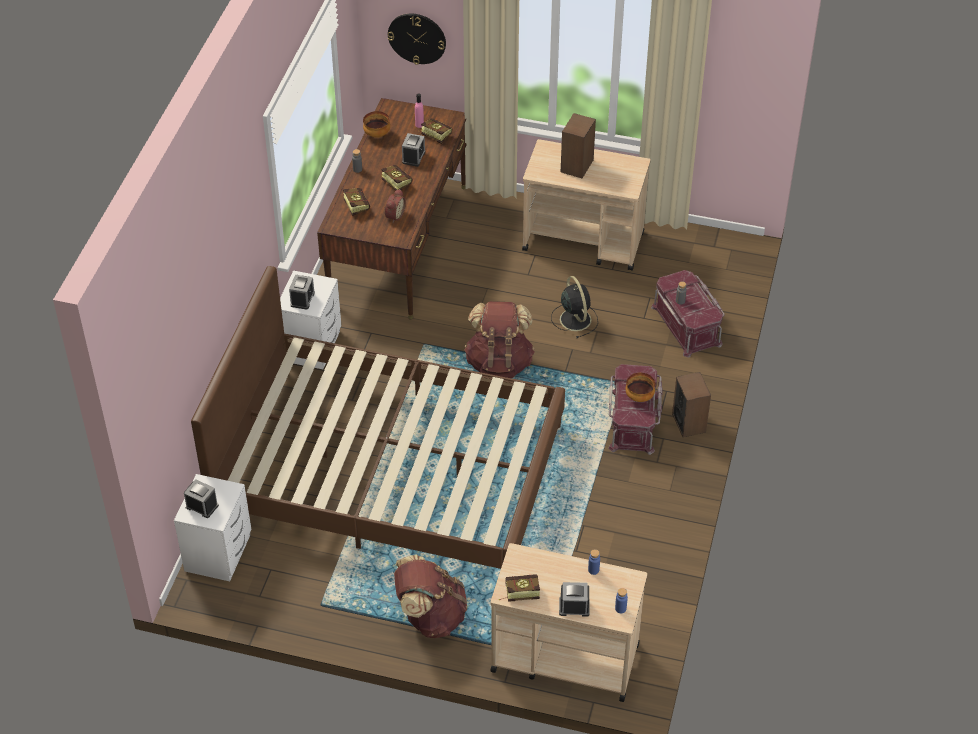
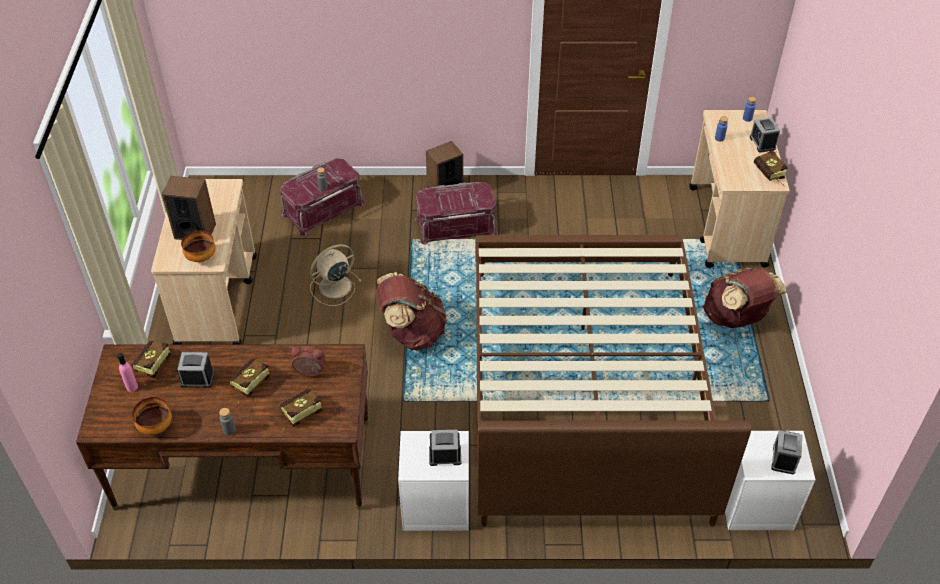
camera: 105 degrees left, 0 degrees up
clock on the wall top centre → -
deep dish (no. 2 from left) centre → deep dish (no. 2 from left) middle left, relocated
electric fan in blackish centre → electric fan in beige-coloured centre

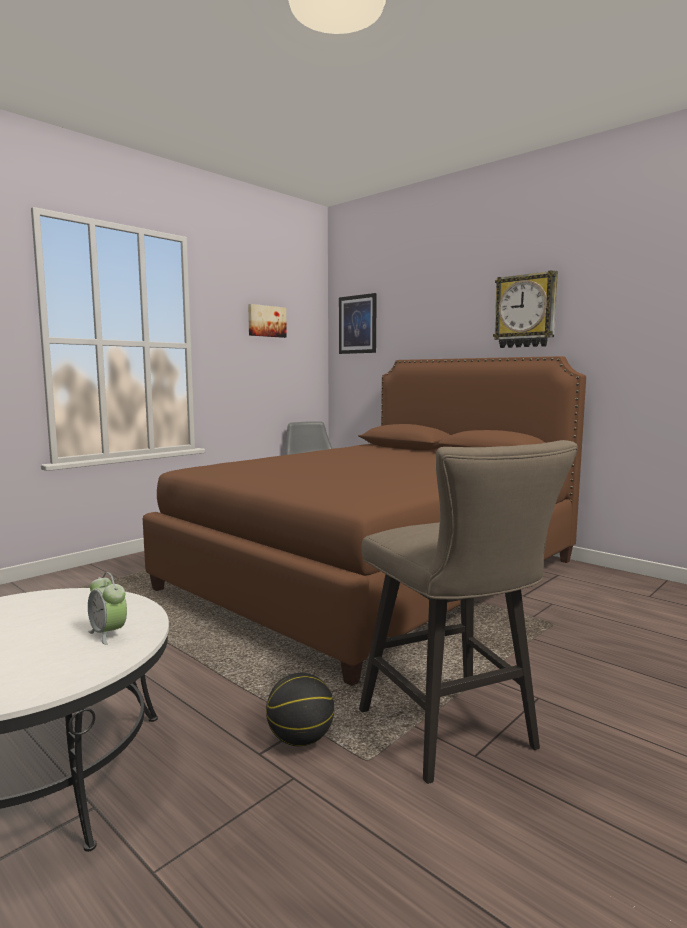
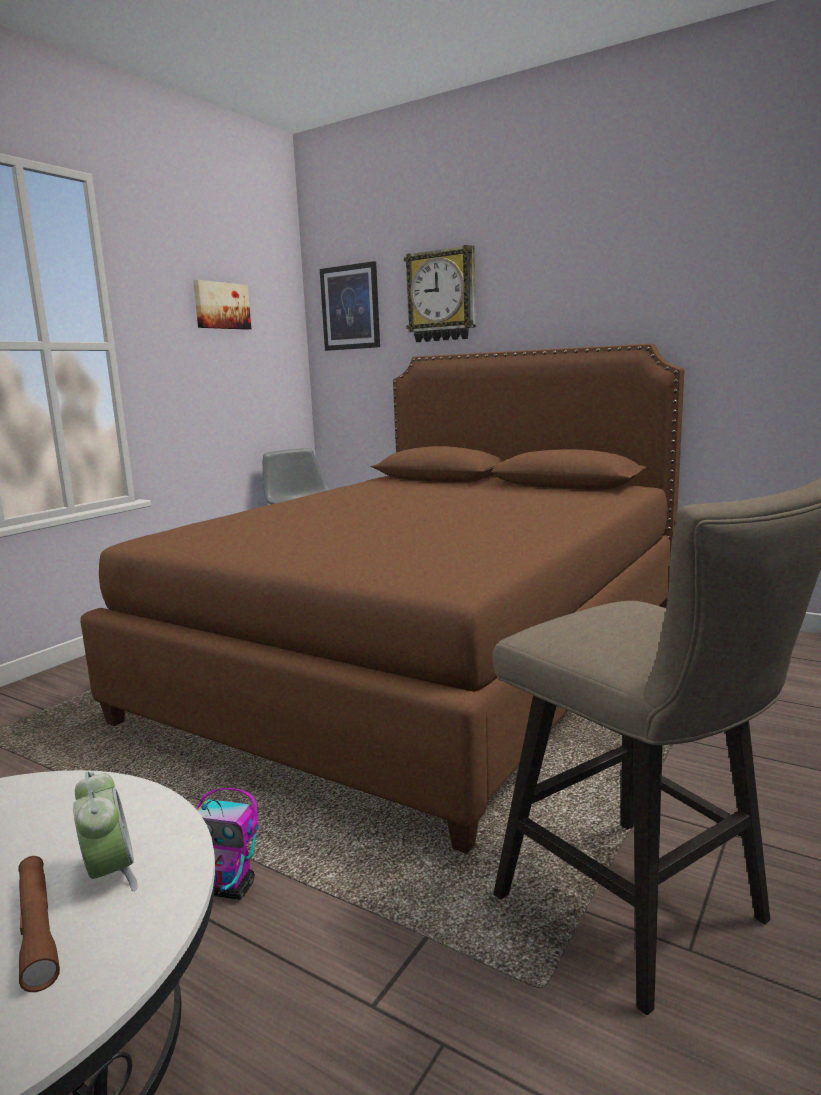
camera: 10 degrees left, 5 degrees up
basketball bottom centre → -
- → torch in brown bottom left
- → toy robot bottom left
clock on the wall top right → clock on the wall top centre, relocated
bedside clock middle left → bedside clock bottom left, 150 degrees counterclockwise

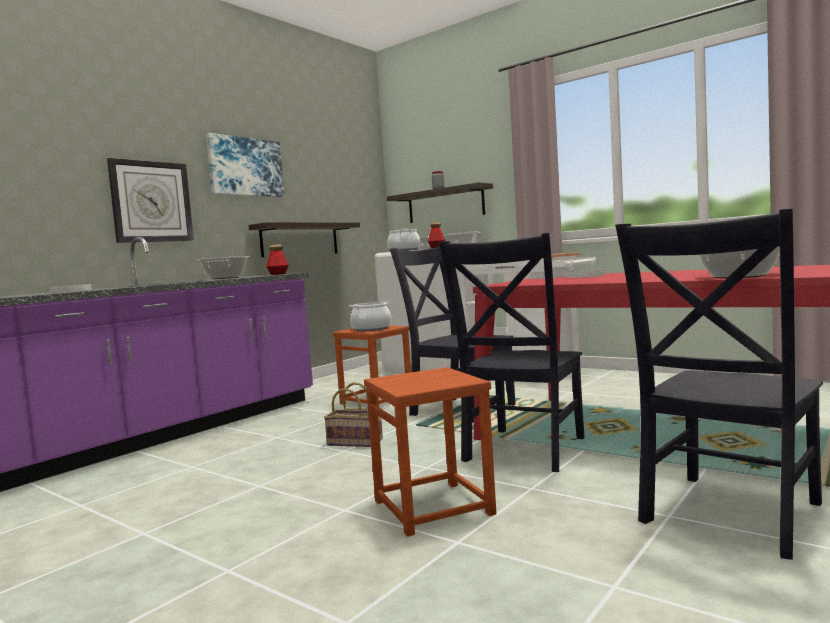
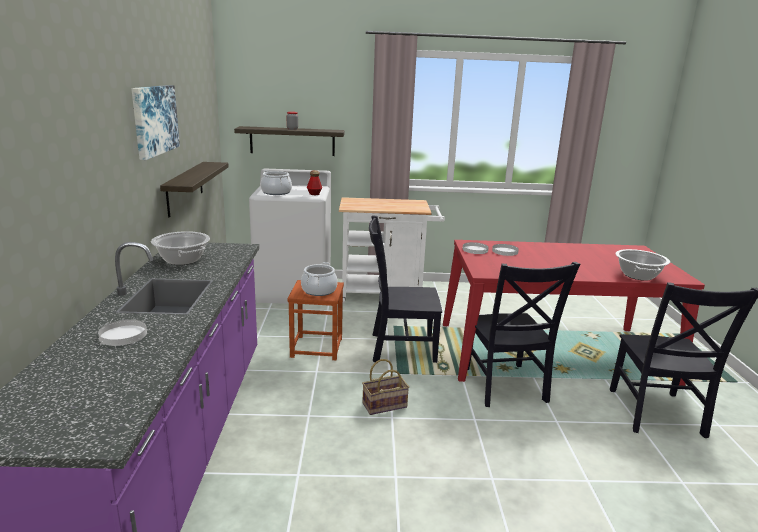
camera: 40 degrees left, 15 degrees up
clock on the wall top left → -
drink bottle (no. 1 from left) centre → -
stool in brown (no. 2 from left) bottom centre → -

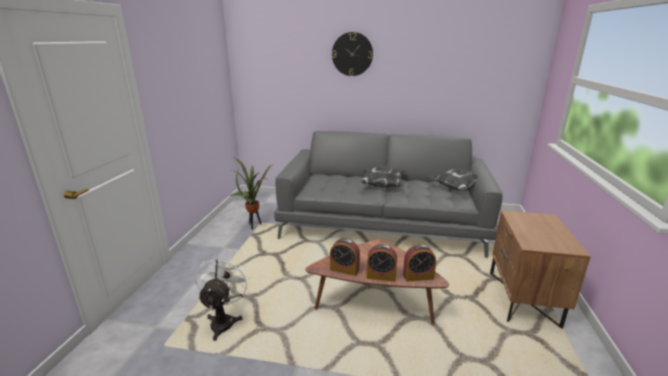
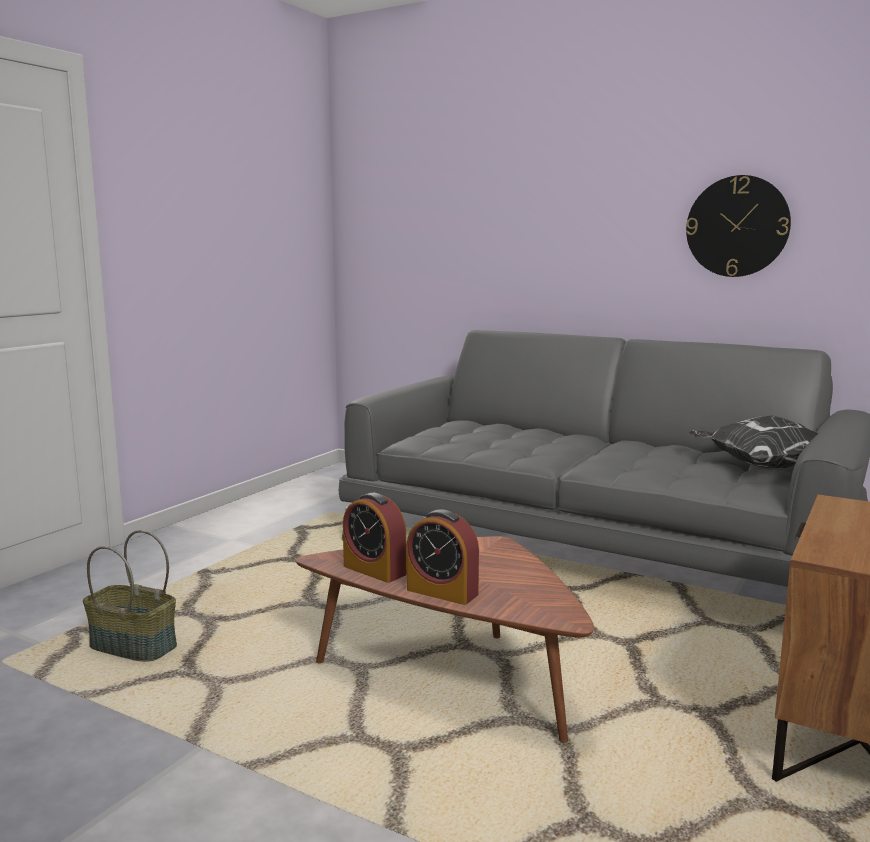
camera: 20 degrees right, 10 degrees down
potted plant centre → -
cushion (no. 1 from left) centre → -
bedside clock (no. 3 from left) bottom centre → -
clock on the wall top centre → clock on the wall top right, relocated
electric fan in white-coloured bottom left → household basket bottom left

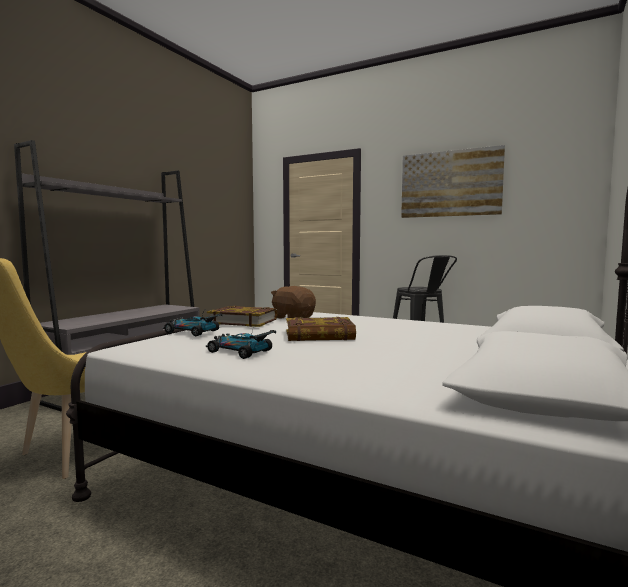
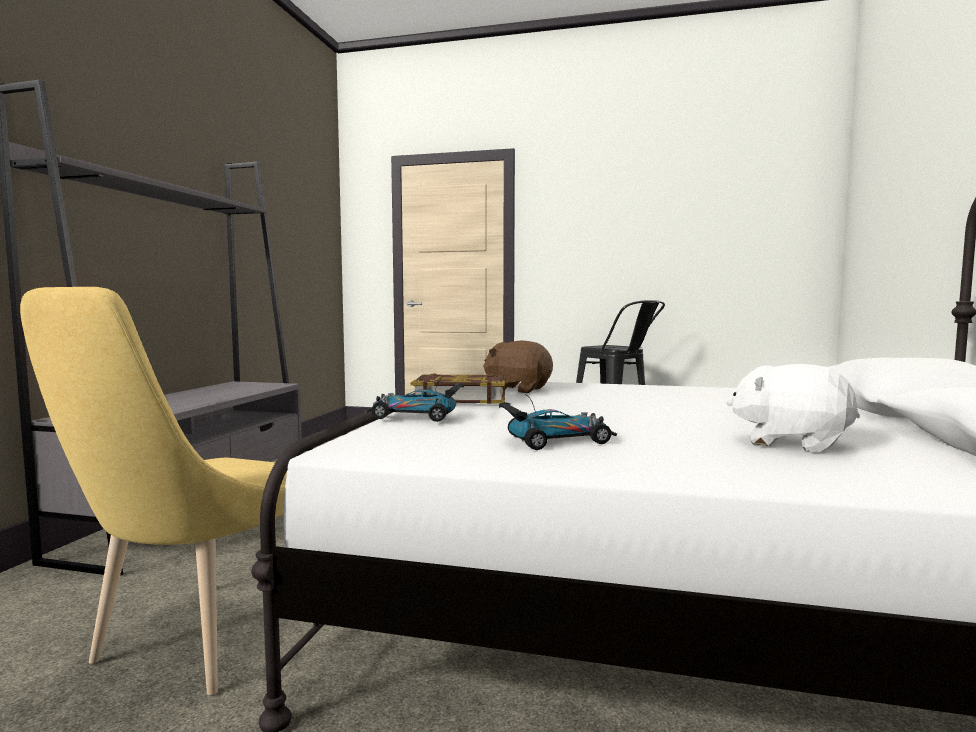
camera: 15 degrees left, 0 degrees up
bound book (no. 2 from left) centre → -
wall art top right → -
- → soft toy in white-coloured middle right
model car (no. 2 from left) centre, 150 degrees clockwise

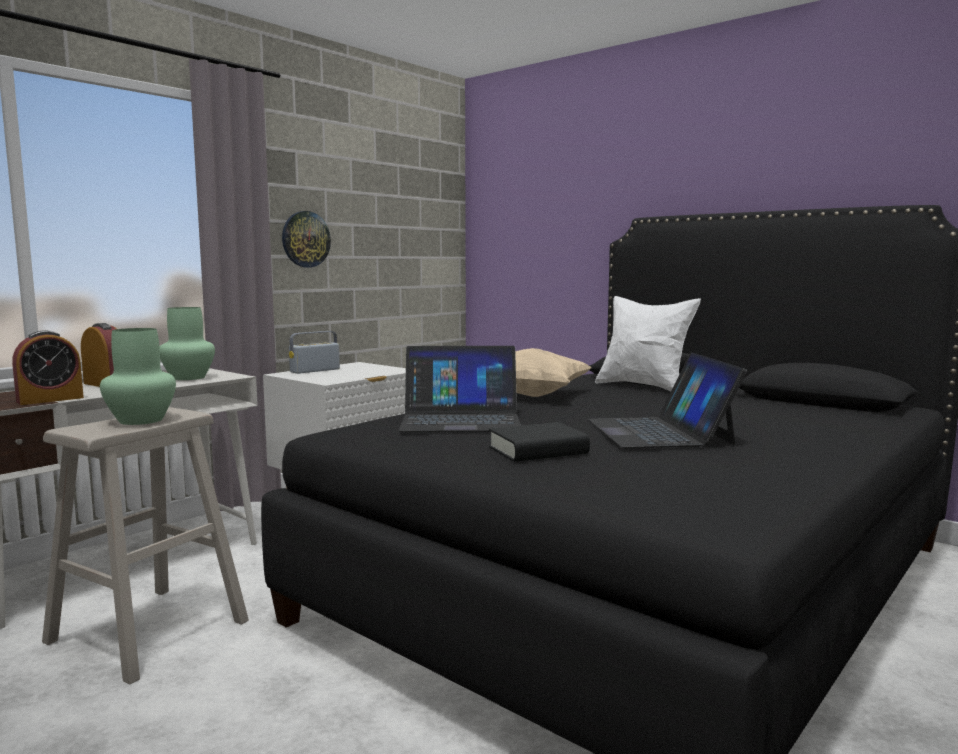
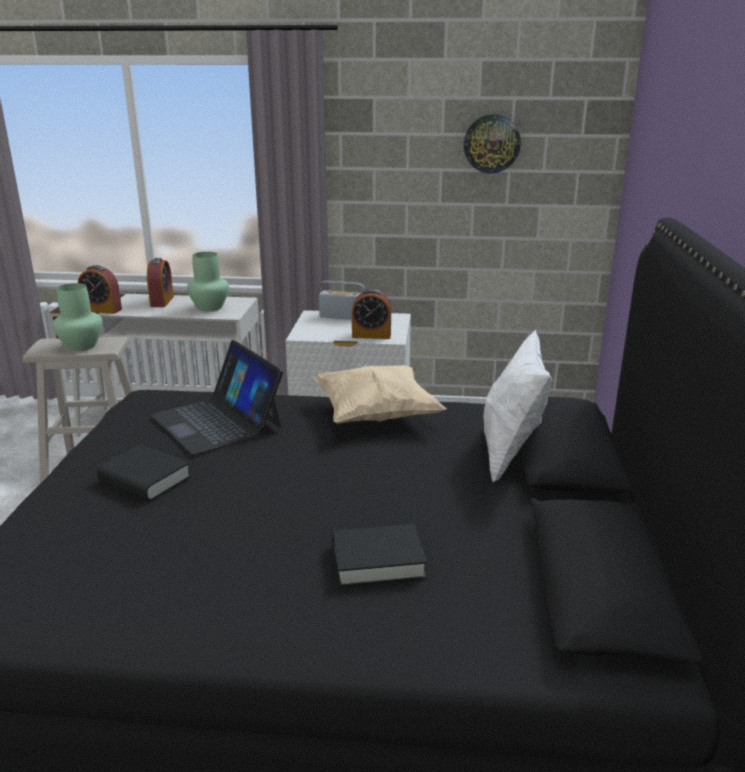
camera: 55 degrees right, 15 degrees up
portable computer (no. 2 from left) middle right → -
- → bound book in blackish (no. 2 from left) bottom centre
- → bedside clock (no. 3 from left) centre
clock on the wall top left → clock on the wall top centre, relocated

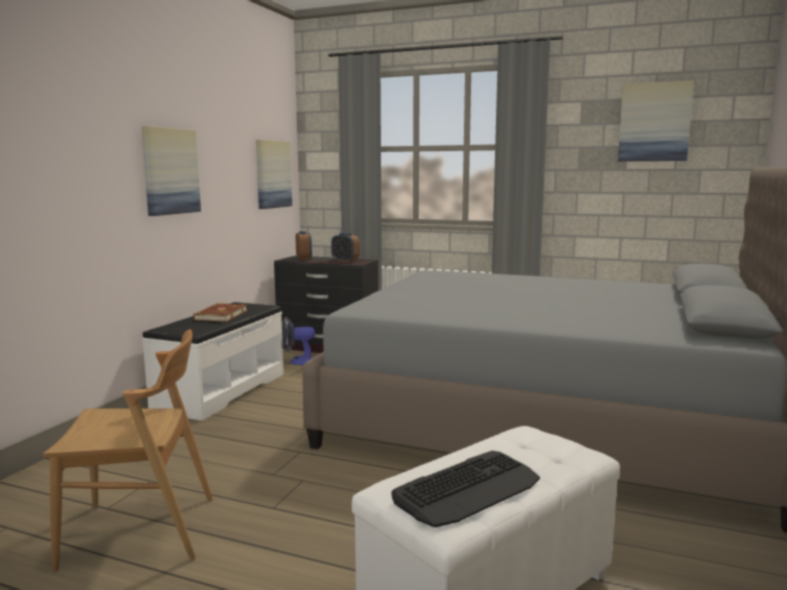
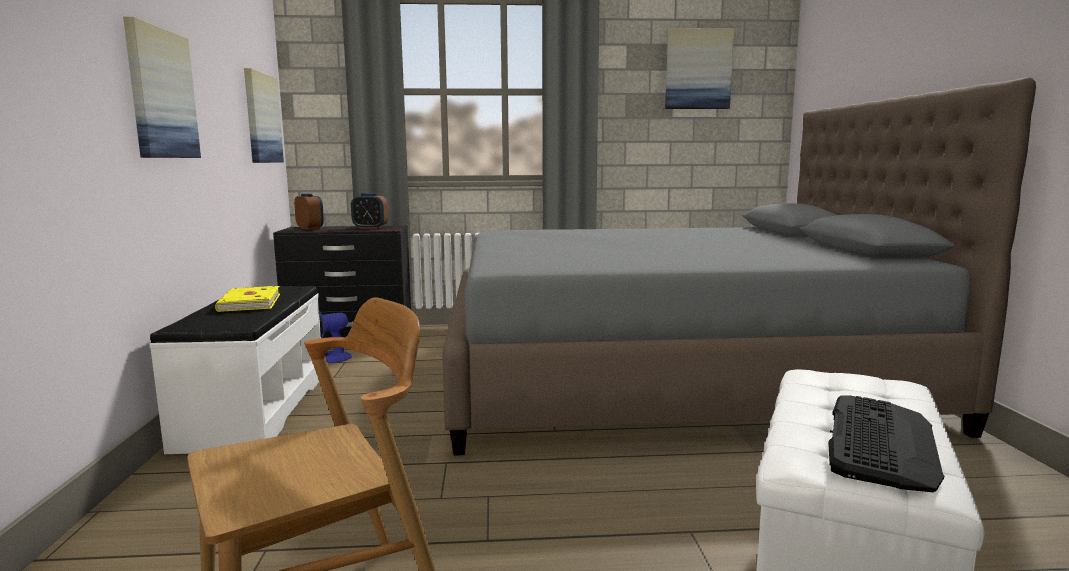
camera: 25 degrees left, 0 degrees up
bound book in brown middle left → bound book in yellow-coloured middle left

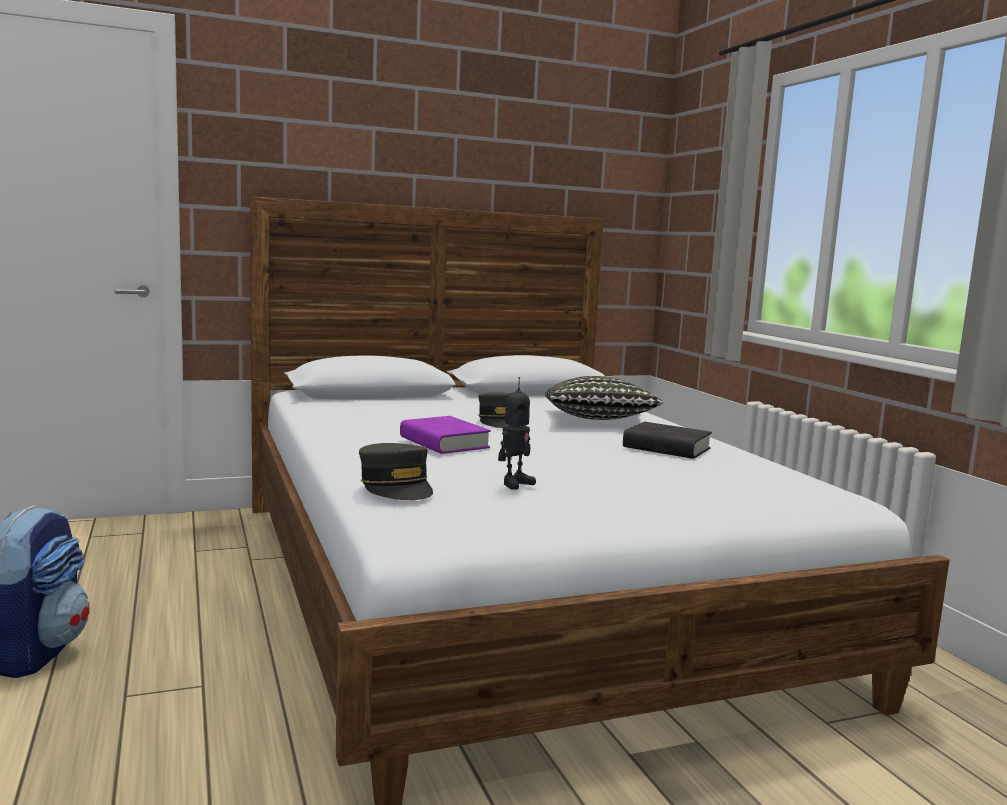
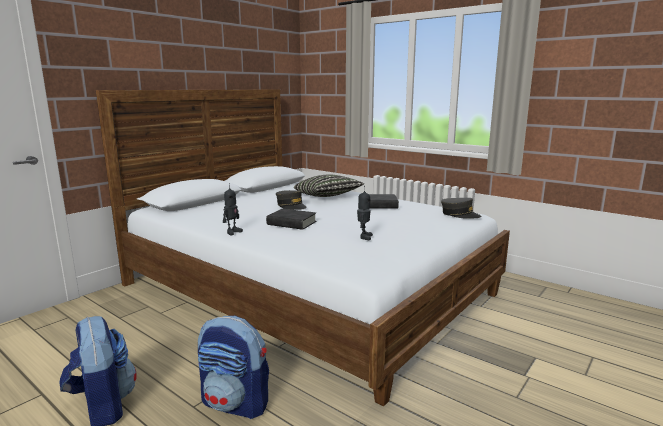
camera: 30 degrees left, 5 degrees up
- → backpack (no. 2 from left) bottom centre
- → toy robot (no. 1 from left) centre
cap in grey (no. 1 from left in the first image) centre → cap in grey (no. 2 from left) middle right, relocated
bound book in purplish centre → bound book in blackish (no. 1 from left) centre

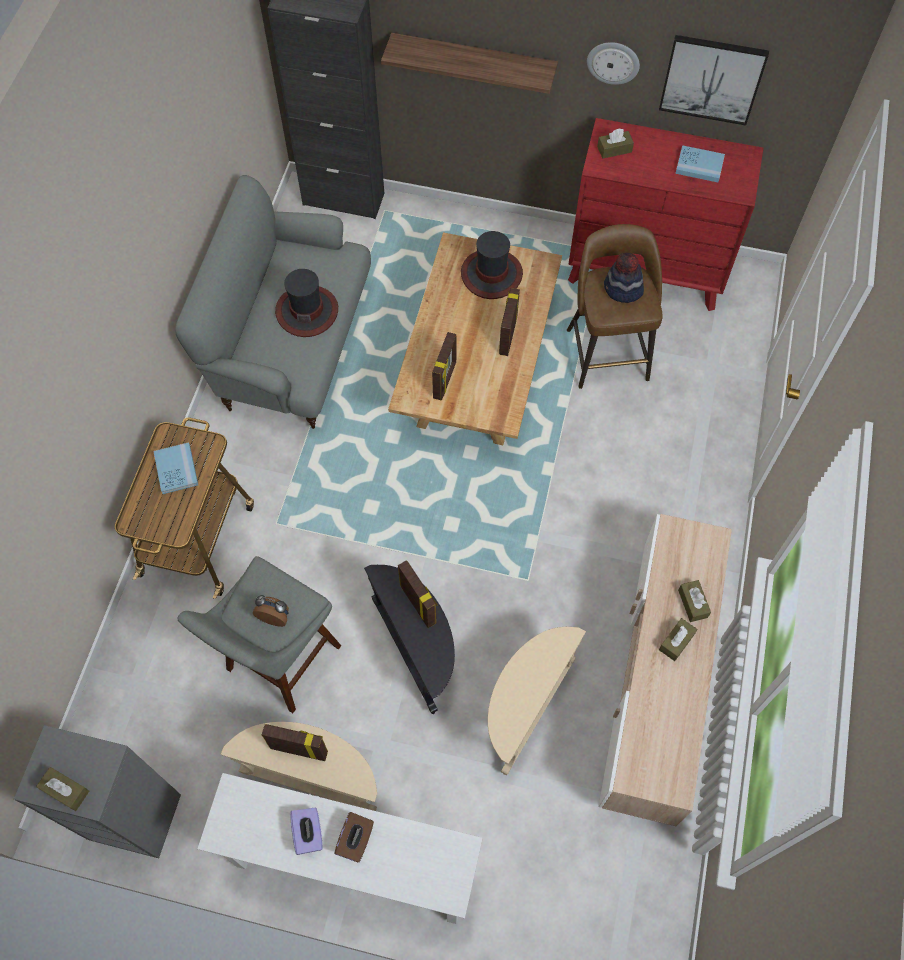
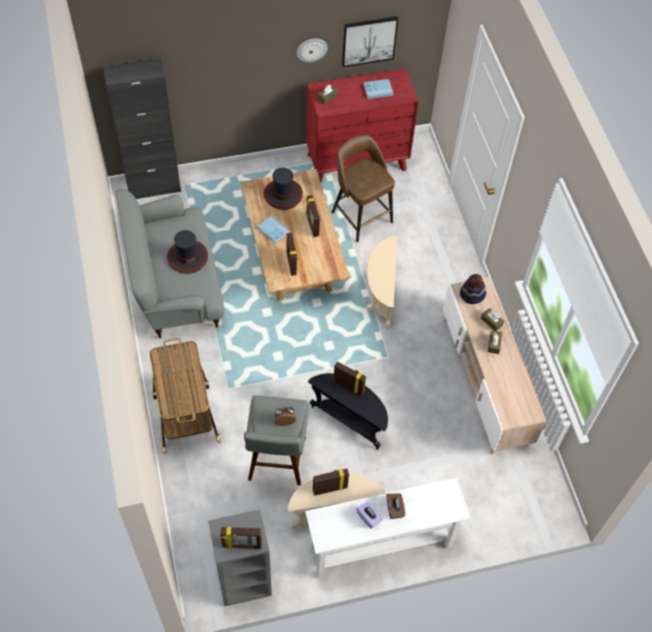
camera: 30 degrees left, 5 degrees down
wall shelf top centre → -
bound book in blue-coloured (no. 1 from left) middle left → bound book in blue-coloured (no. 1 from left) centre, relocated
accent table in beige-coloured (no. 2 from left) bottom centre → accent table in beige-coloured (no. 2 from left) centre, relocated
clothing hat (no. 3 from left) top right → clothing hat (no. 3 from left) middle right, relocated
box of tissues in brown (no. 1 from left) bottom left → standing frame (no. 1 from left) bottom centre

